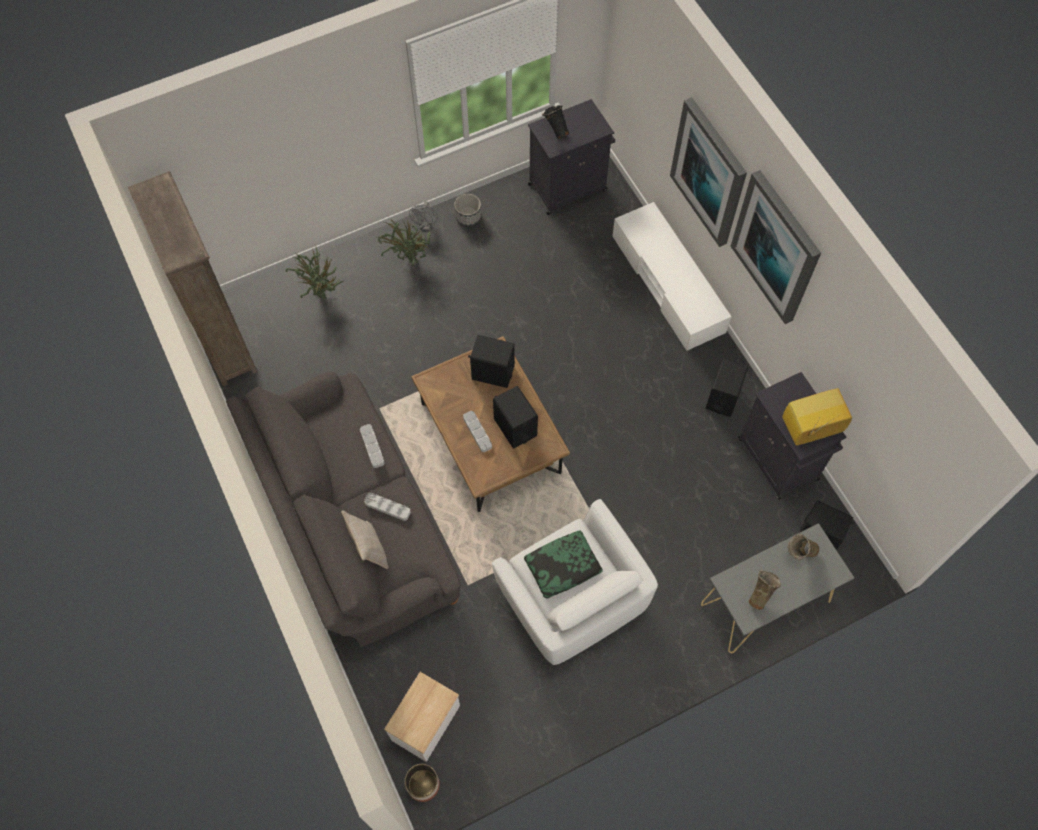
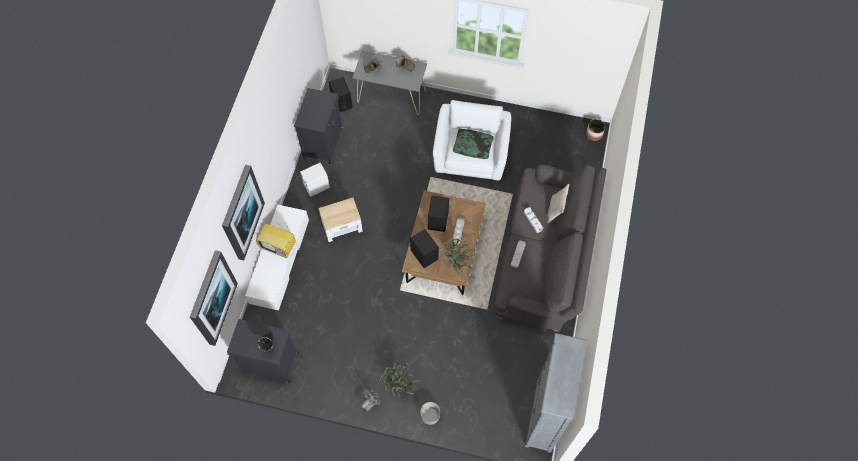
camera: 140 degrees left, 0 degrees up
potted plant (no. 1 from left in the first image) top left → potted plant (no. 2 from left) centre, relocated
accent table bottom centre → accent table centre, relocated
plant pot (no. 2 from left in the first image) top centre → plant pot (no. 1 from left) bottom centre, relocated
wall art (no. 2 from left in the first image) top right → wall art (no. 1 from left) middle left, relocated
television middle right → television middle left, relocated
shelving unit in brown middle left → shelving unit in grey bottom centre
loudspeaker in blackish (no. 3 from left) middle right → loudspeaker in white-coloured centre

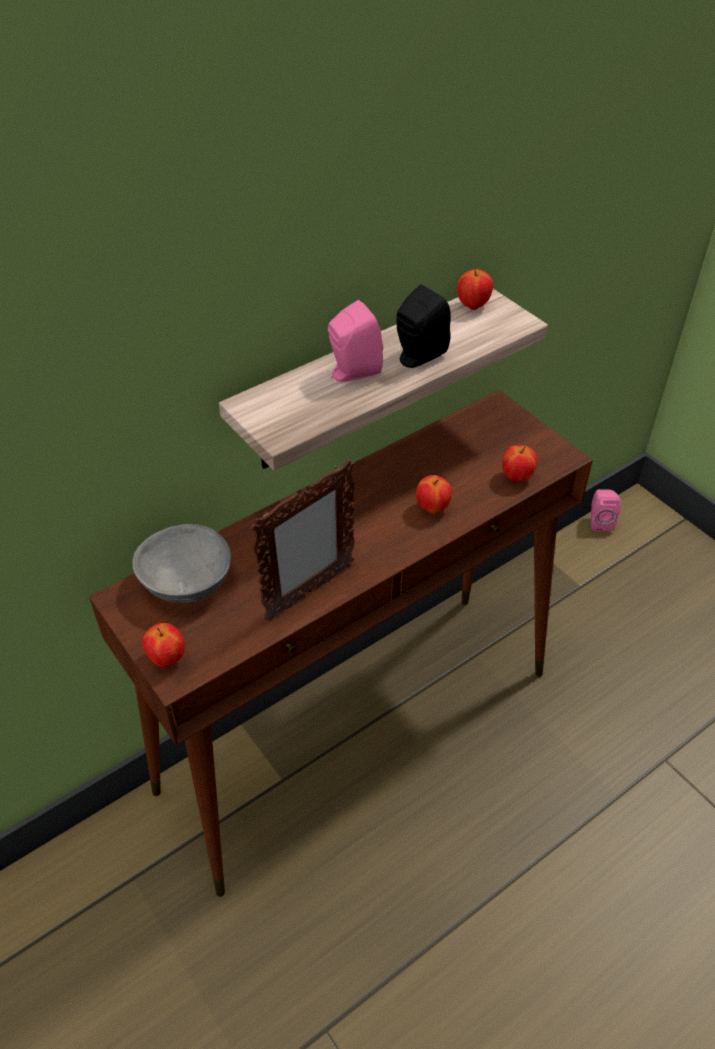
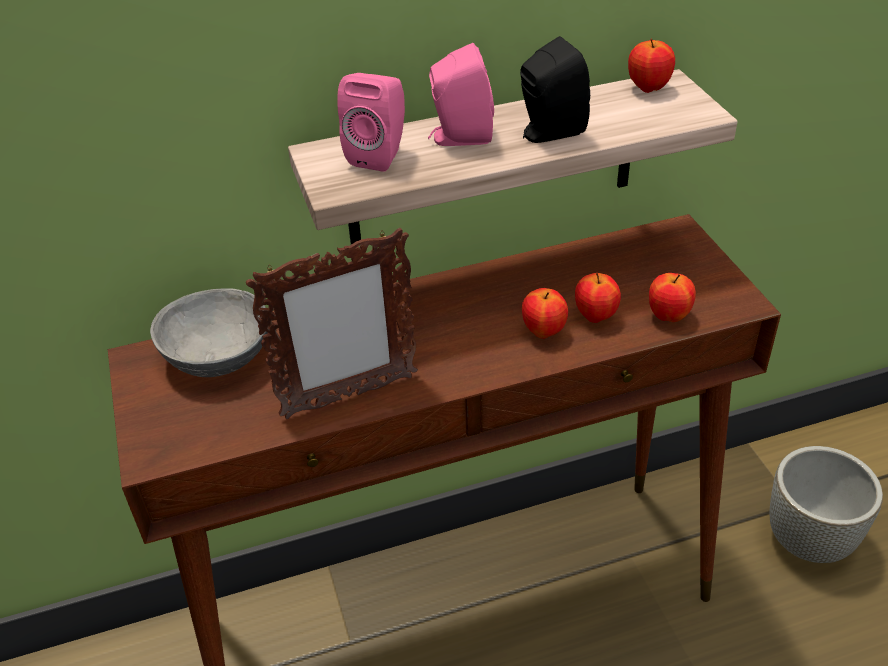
camera: 20 degrees right, 5 degrees down
- → plant pot in grey bottom right
whole apple (no. 1 from left in the first image) middle left → whole apple (no. 2 from left) middle right, relocated
loudspeaker in pink-coloured (no. 2 from left in the first image) middle right → loudspeaker in pink-coloured (no. 1 from left) top centre, relocated

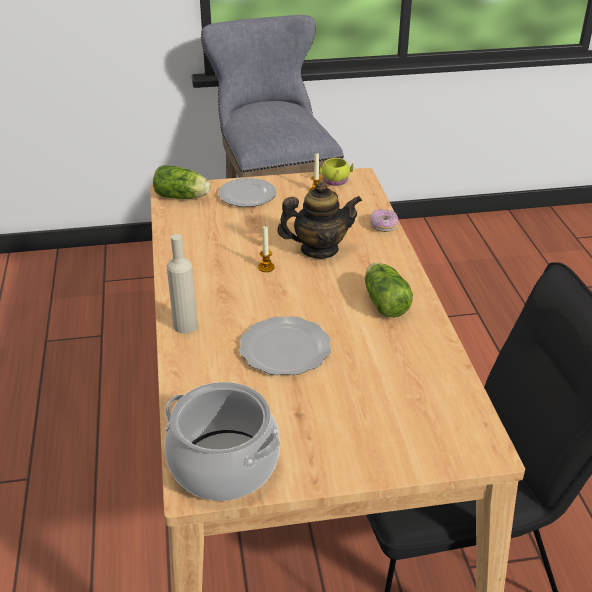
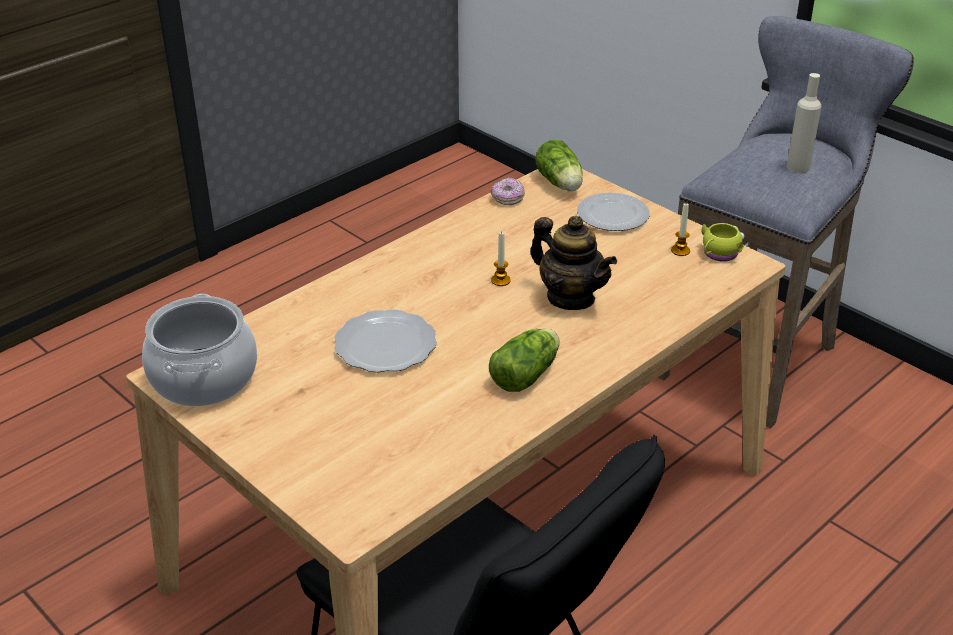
camera: 55 degrees right, 0 degrees up
drink bottle in beige-coloured middle left → drink bottle in beige-coloured top right, relocated
doughnut centre → doughnut top centre, relocated

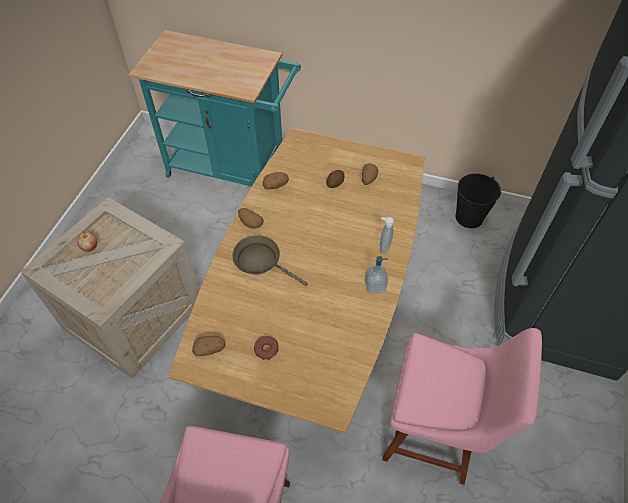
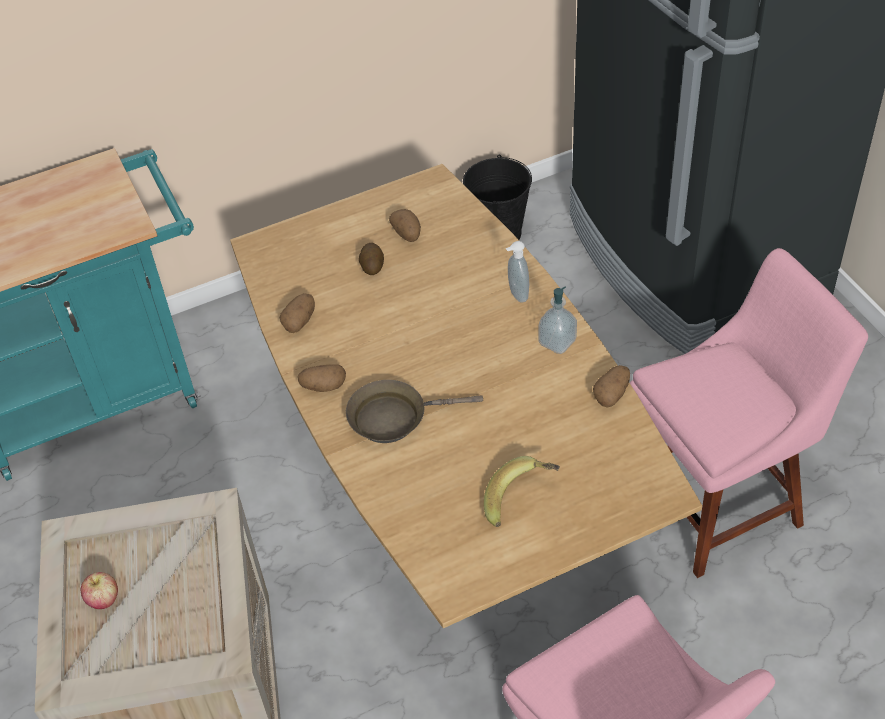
camera: 40 degrees left, 5 degrees down
whole potato (no. 1 from left in the first image) bottom left → whole potato (no. 5 from left) middle right, relocated
doughnut bottom centre → banana fruit bottom centre

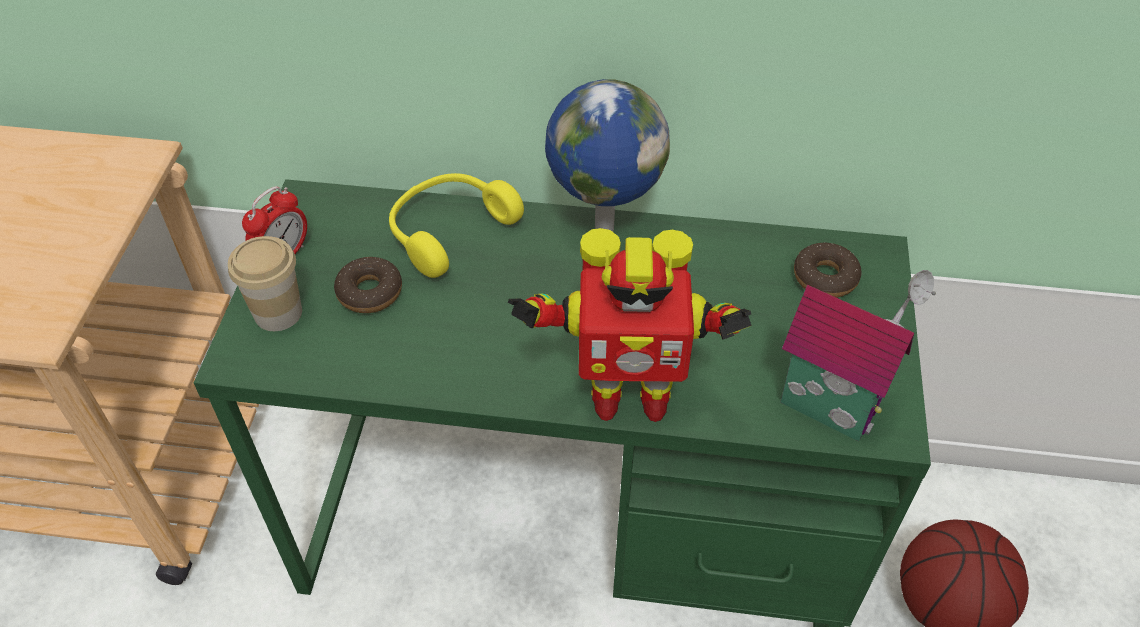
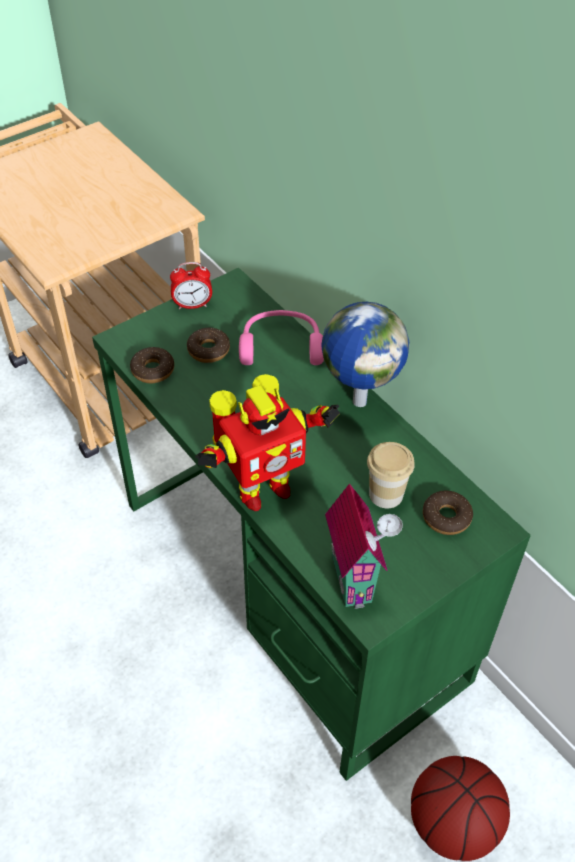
camera: 45 degrees right, 0 degrees up
- → doughnut (no. 1 from left) middle left
drinking cup middle left → drinking cup middle right, relocated
pair of headphones in yellow-coloured centre → pair of headphones in pink-coloured centre
toy robot centre, 75 degrees counterclockwise

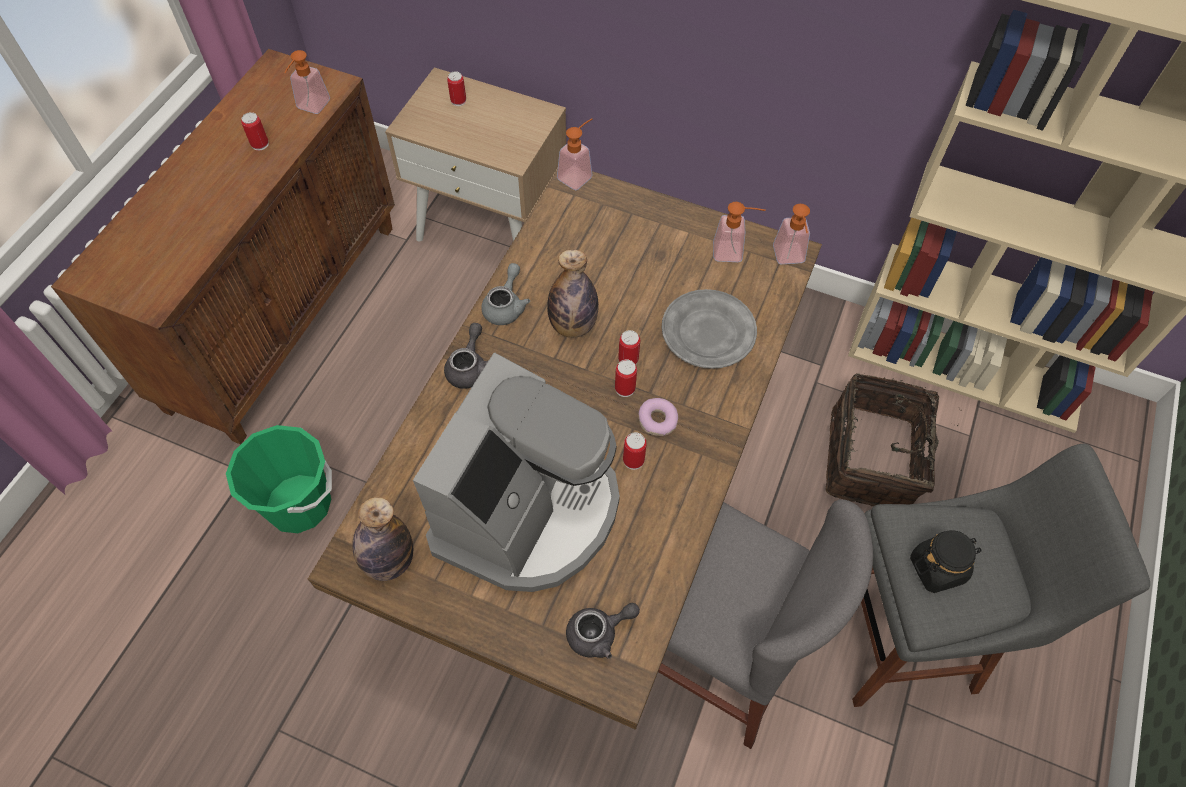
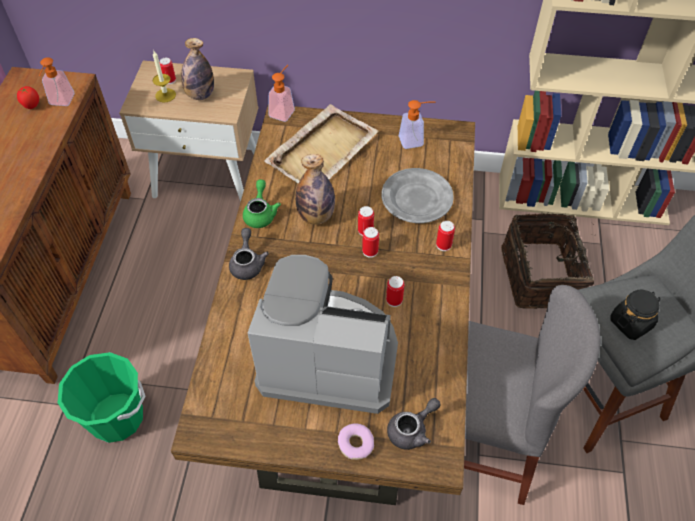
camera: 15 degrees left, 5 degrees down
liquid soap bottle (no. 4 from left) top right → -
- → whole tomato top left
- → candle top left
- → carrying tray in beige-coloured top centre
can (no. 1 from left in the first image) top left → can (no. 5 from left) centre, relocated
drink bottle (no. 1 from left) bottom left → drink bottle (no. 1 from left) top left, relocated
doughnut centre → doughnut bottom centre, relocated
tea pot in grey (no. 2 from left) centre → tea pot in greenish centre
coffee machine centre, 90 degrees counterclockwise

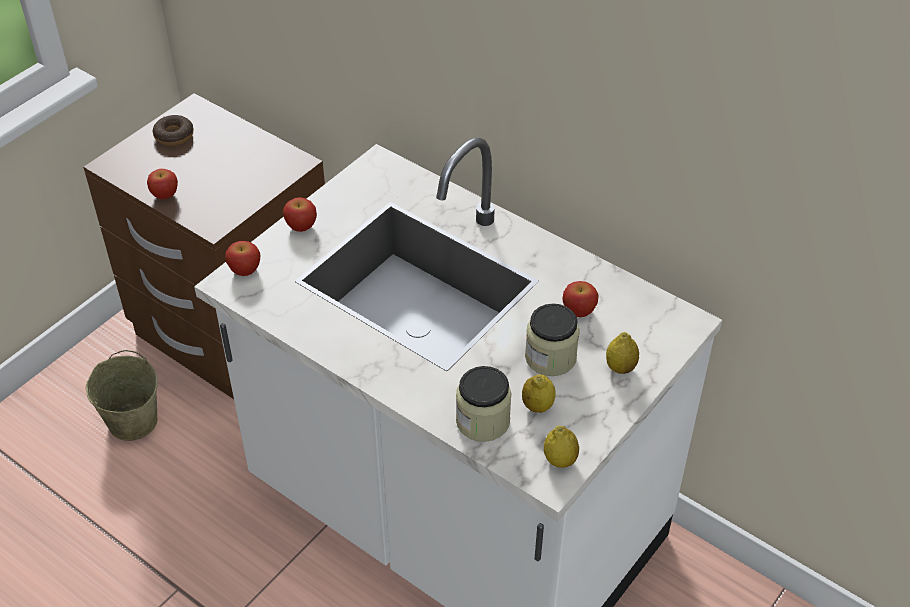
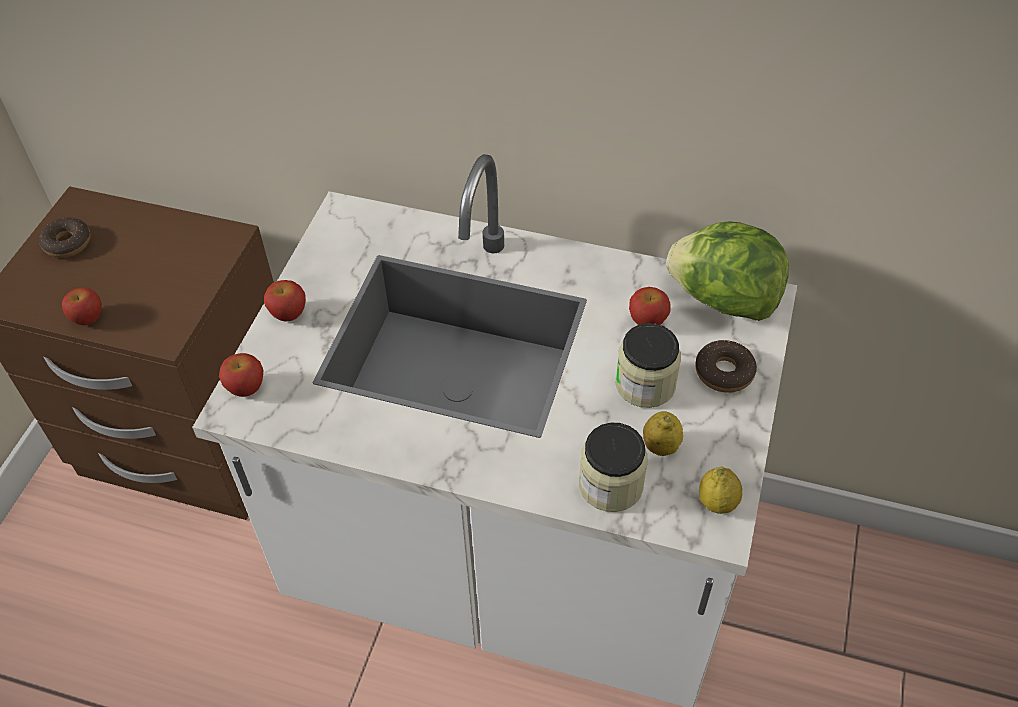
camera: 20 degrees left, 5 degrees up
bucket in beige-coloured middle left → -
- → lettuce head middle right
lemon (no. 3 from left) middle right → doughnut (no. 2 from left) middle right

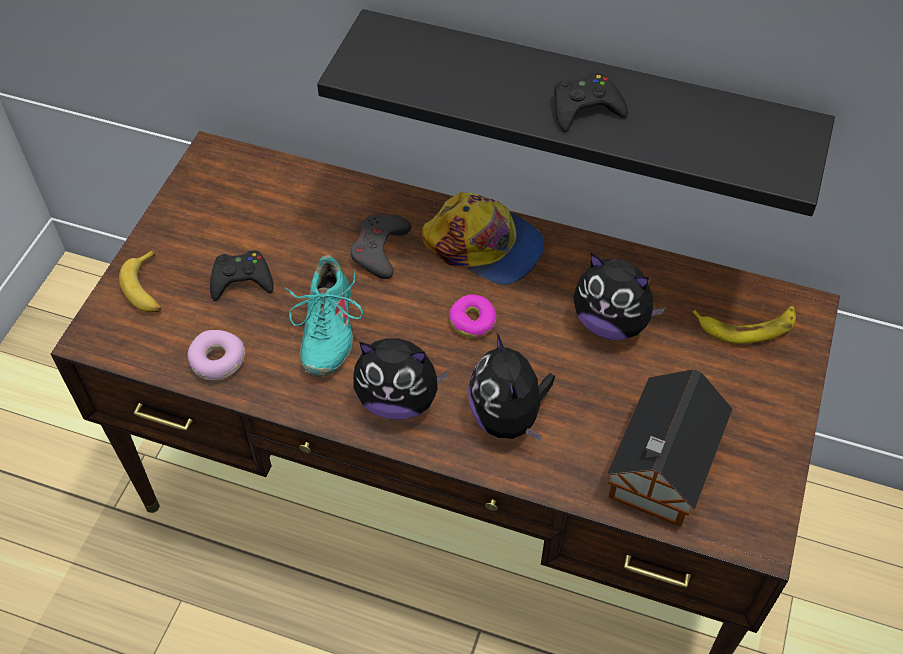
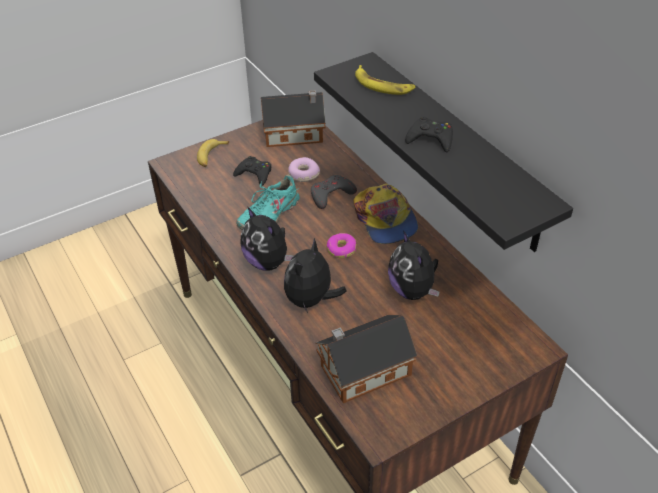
camera: 40 degrees right, 10 degrees down
- → miniature house (no. 1 from left) top centre
doughnut (no. 1 from left) middle left → doughnut (no. 1 from left) centre, relocated
banana fruit (no. 2 from left) middle right → banana fruit (no. 2 from left) top centre, relocated

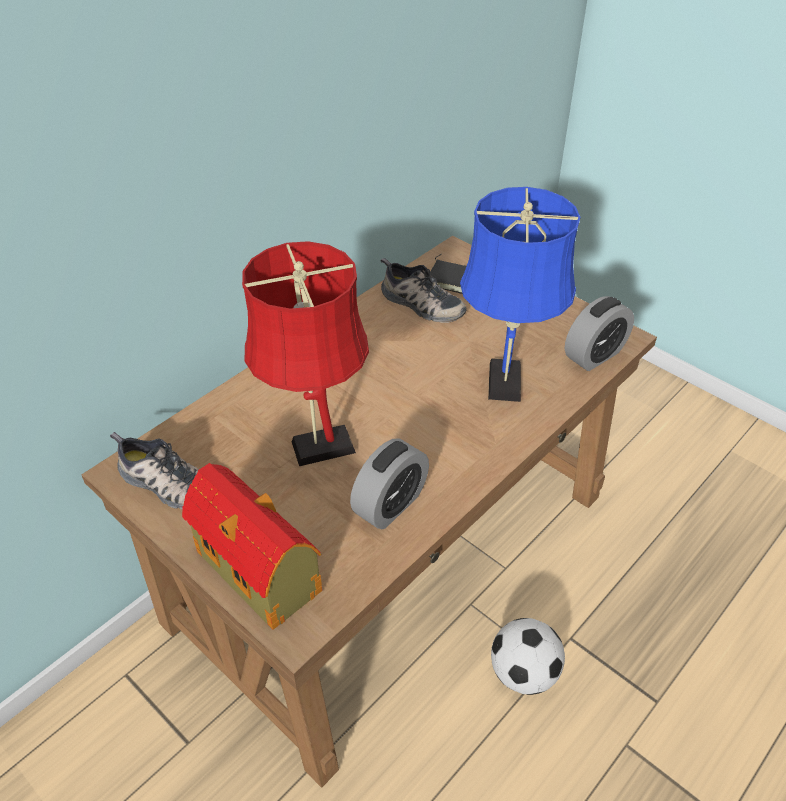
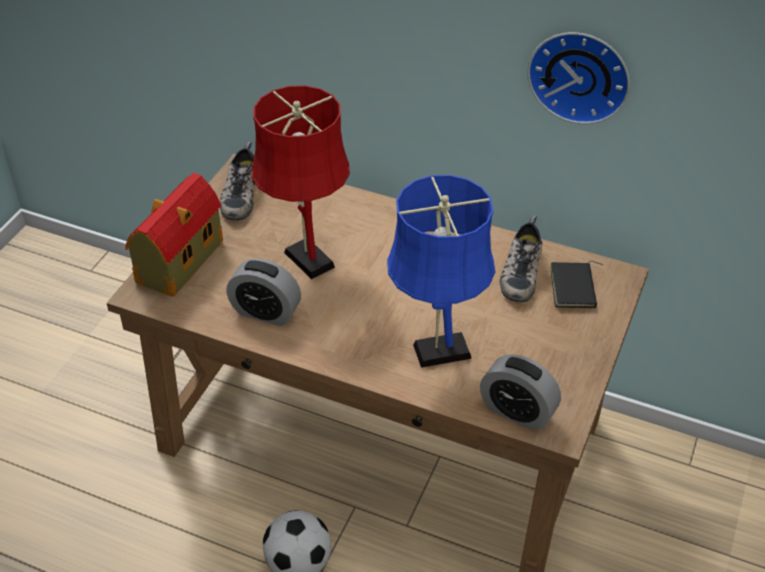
camera: 70 degrees right, 0 degrees up
- → clock on the wall top right

